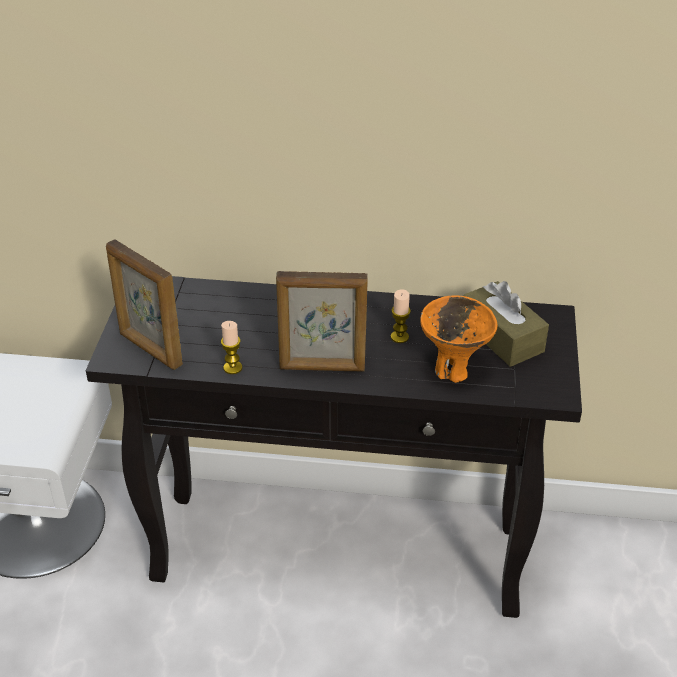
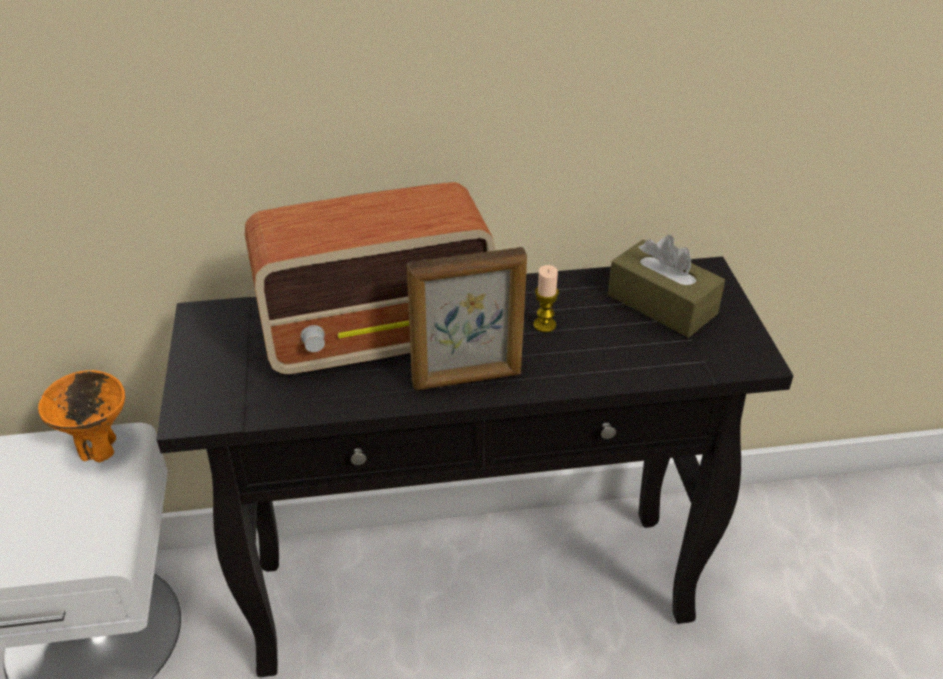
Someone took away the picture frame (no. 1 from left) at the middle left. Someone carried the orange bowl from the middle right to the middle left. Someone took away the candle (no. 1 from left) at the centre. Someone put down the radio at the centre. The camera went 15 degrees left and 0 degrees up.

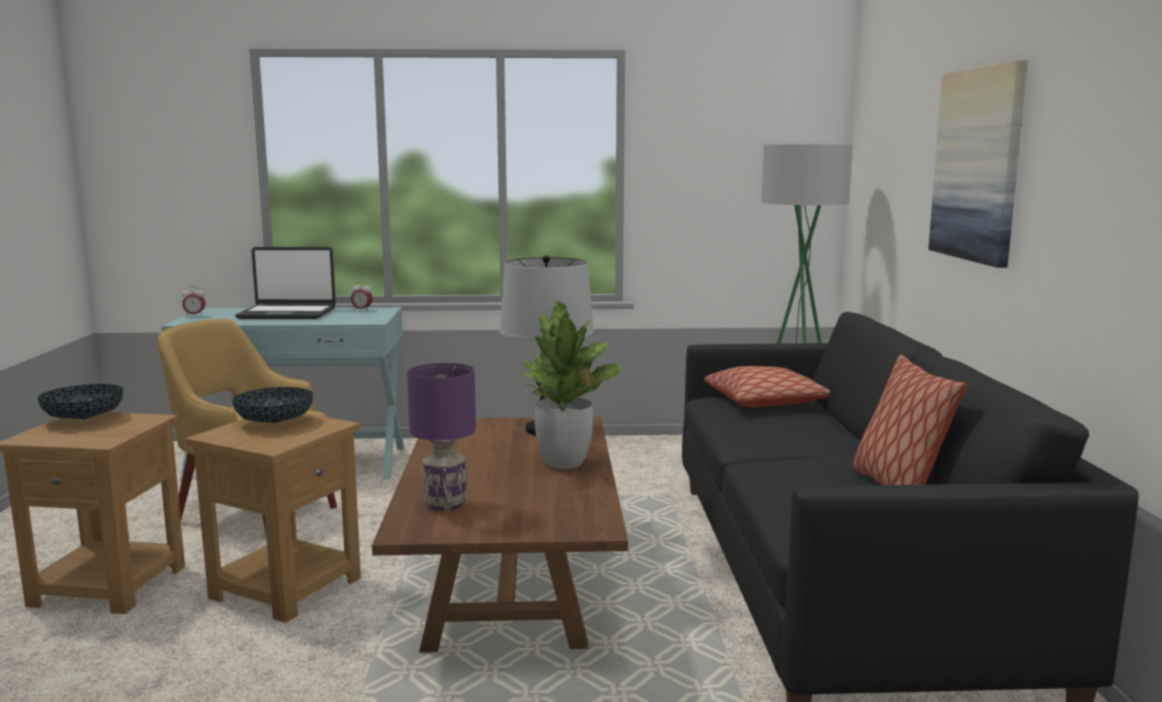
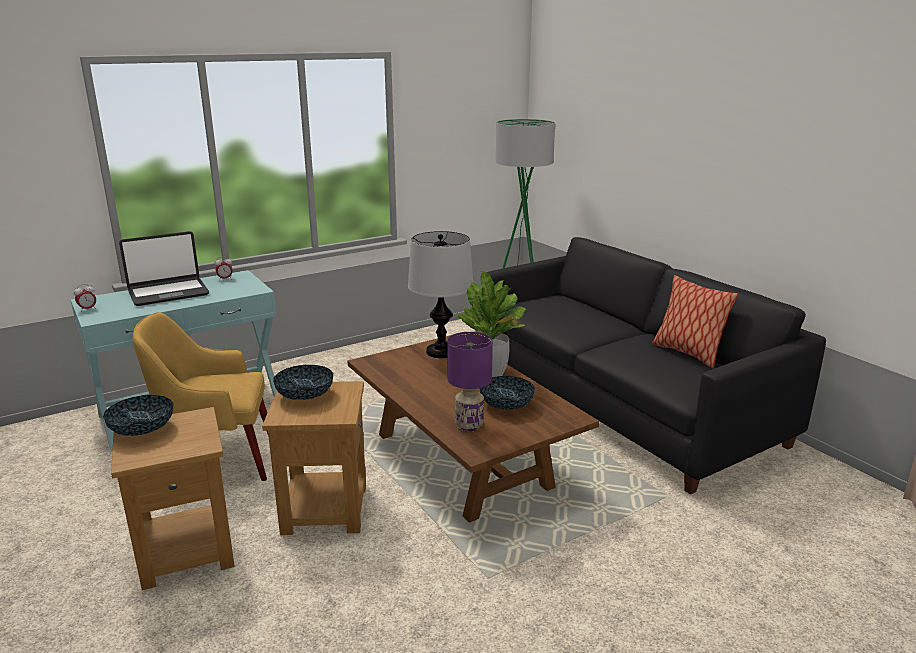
Someone took away the picture at the top right. Someone took away the pillow (no. 1 from left) at the centre. Someone put down the bowl (no. 3 from left) at the centre. The camera went 30 degrees left and 10 degrees up.

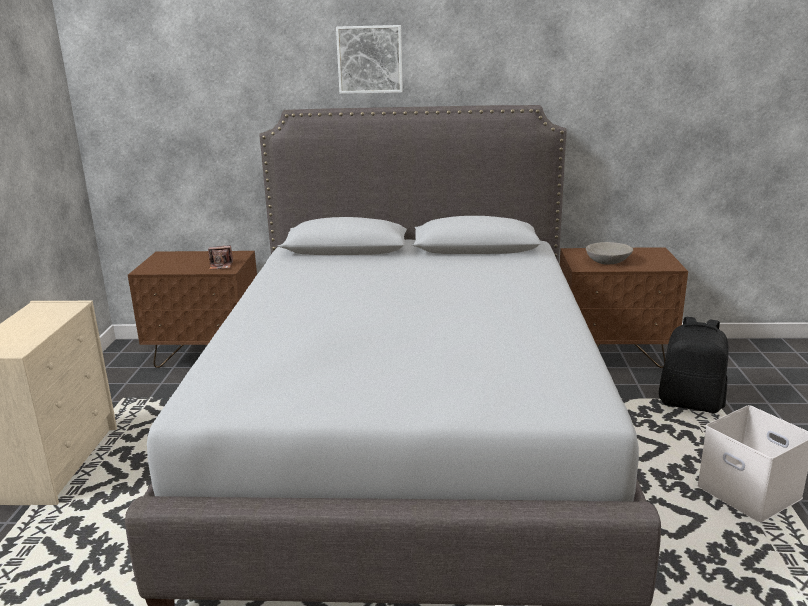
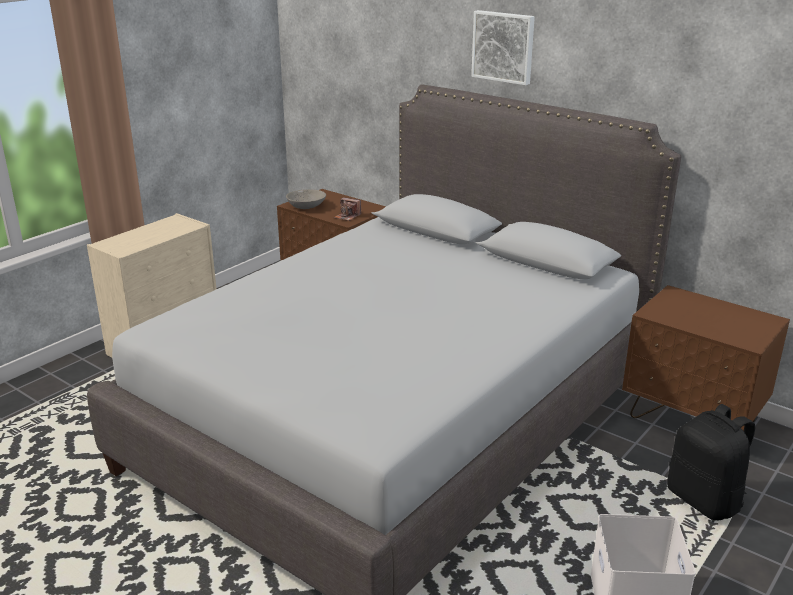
Someone carried the grey bowl from the middle right to the centre. The camera went 35 degrees right and 5 degrees up.

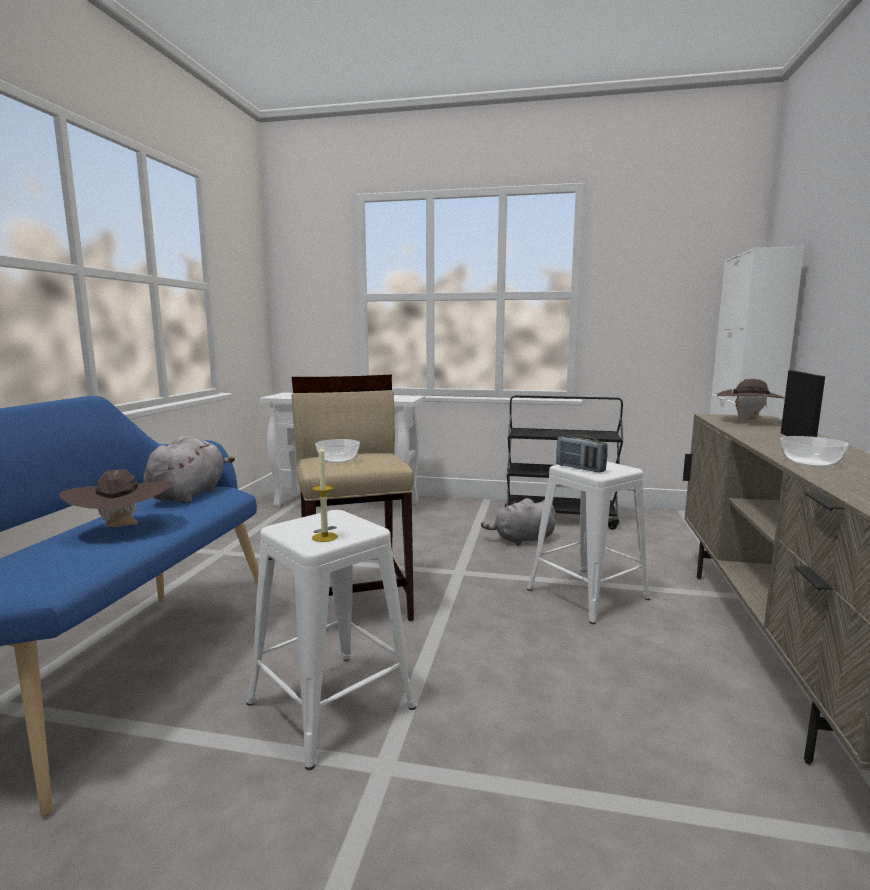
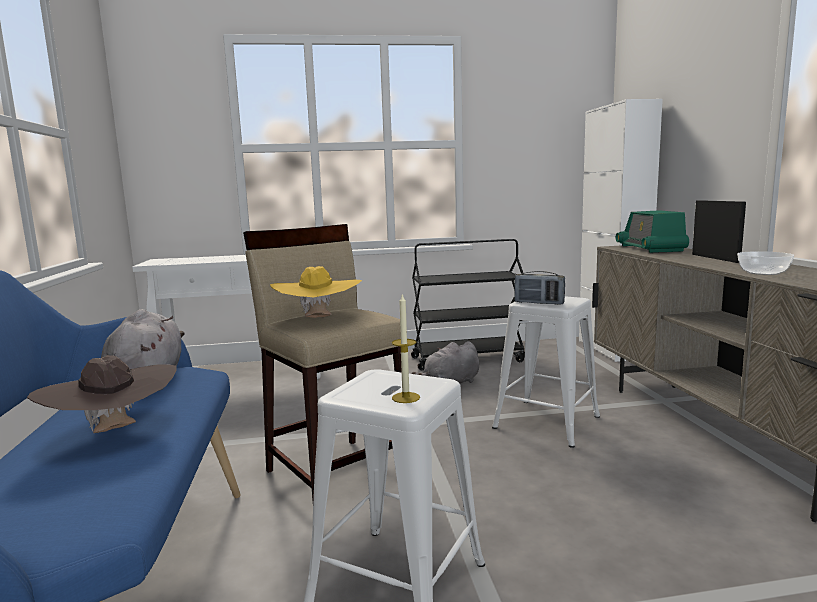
Someone swapped the brown hat (no. 2 from left) at the middle right for the radio (no. 2 from left) at the middle right. Someone swapped the bowl (no. 1 from left) at the centre for the yellow hat at the centre. The camera went 20 degrees left and 0 degrees up.

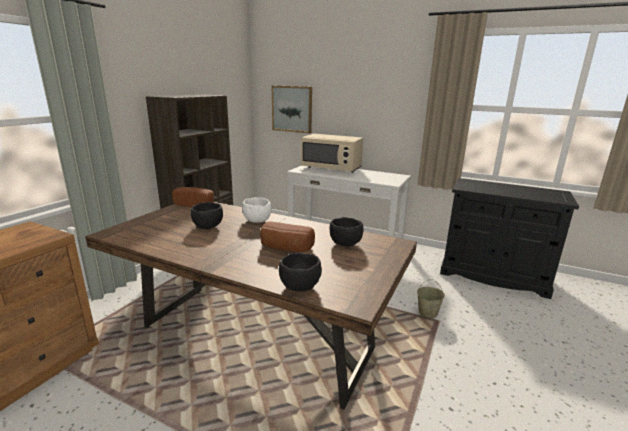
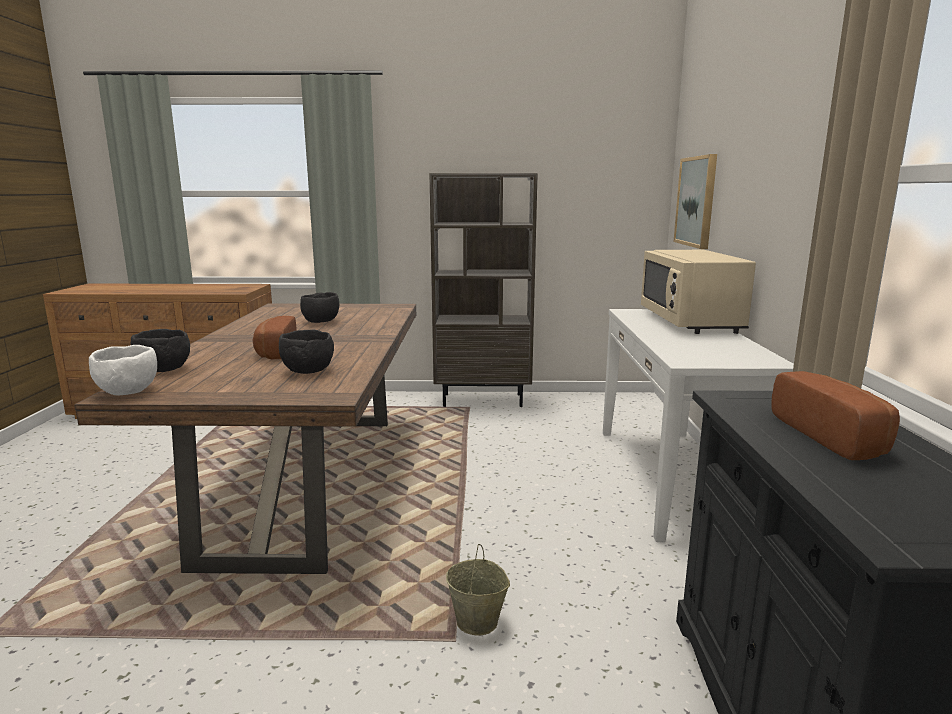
Someone carried the bread (no. 1 from left in the first image) from the middle left to the middle right. Someone carried the white bowl from the centre to the middle left. The camera went 65 degrees right and 5 degrees down.

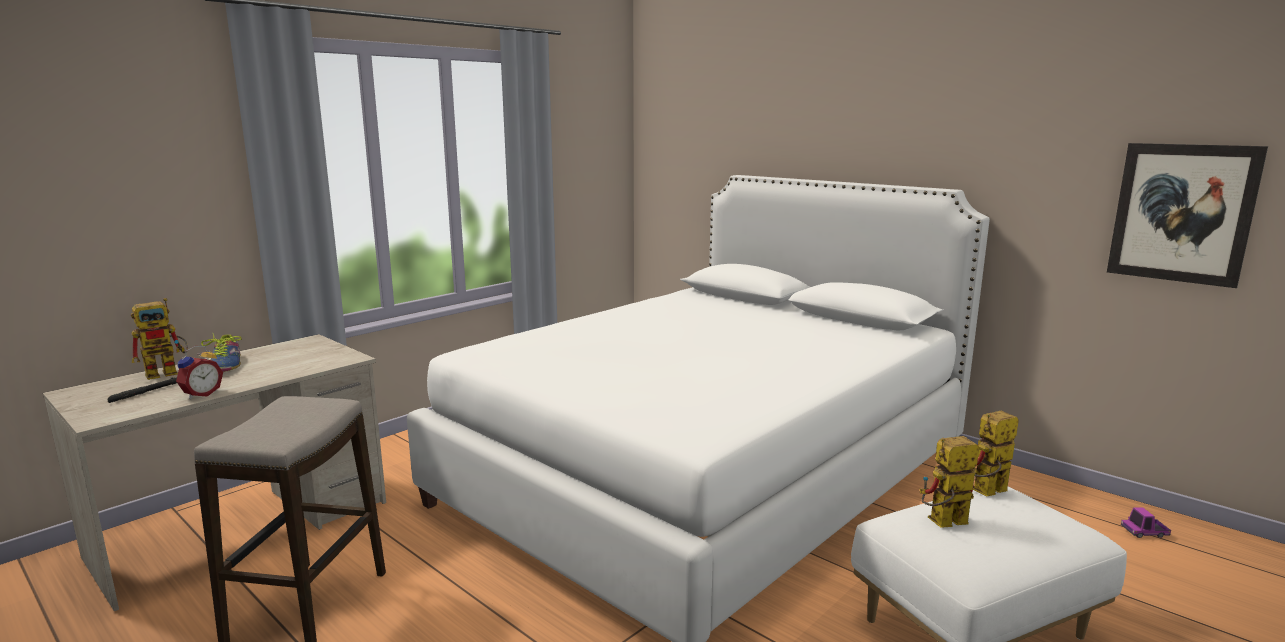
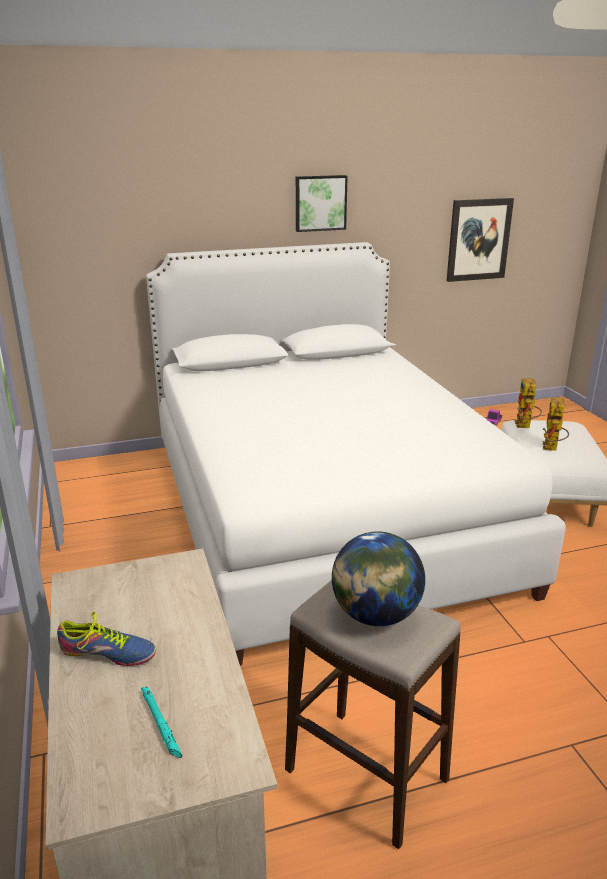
Someone took away the toy robot (no. 1 from left) at the middle left. Someone took away the alarm clock at the middle left. Someone repainted the black flashlight at the middle left, which became the turquoise flashlight at the bottom left. Someone put up the picture (no. 1 from left) at the top centre. Someone put down the globe at the centre. The camera went 60 degrees left and 10 degrees up.

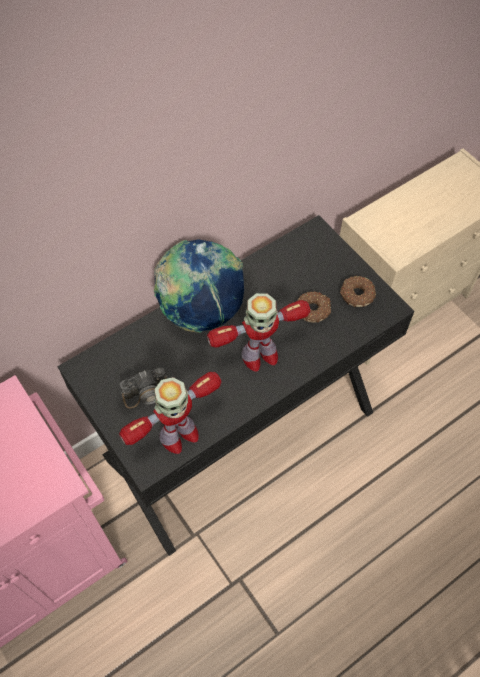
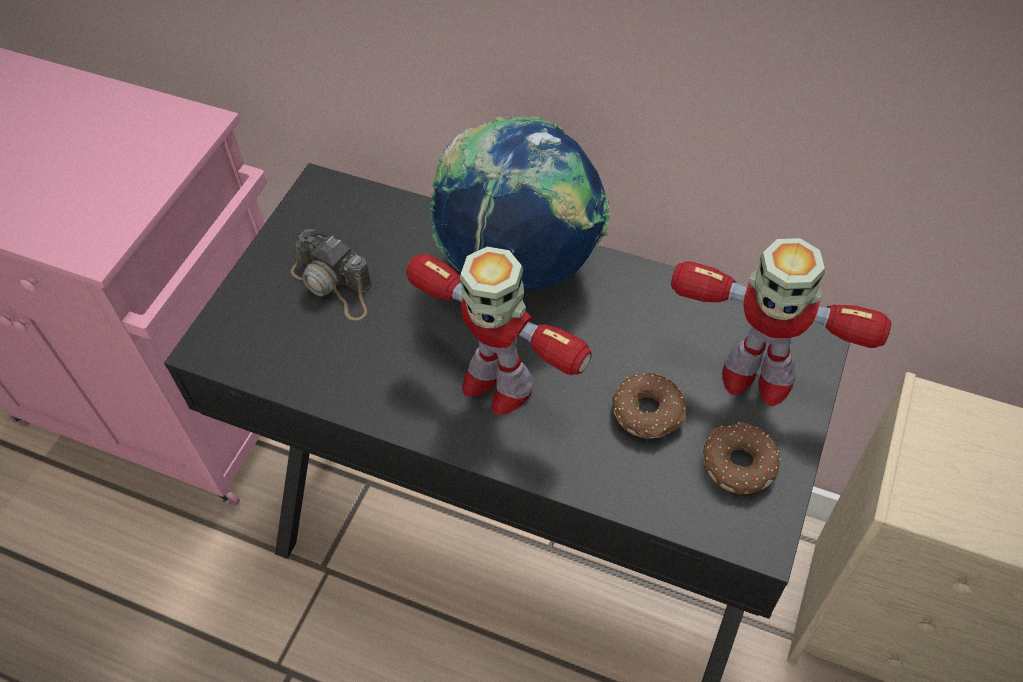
Someone carried the toy robot (no. 1 from left in the first image) from the centre to the middle right. The camera went 60 degrees right and 5 degrees down.

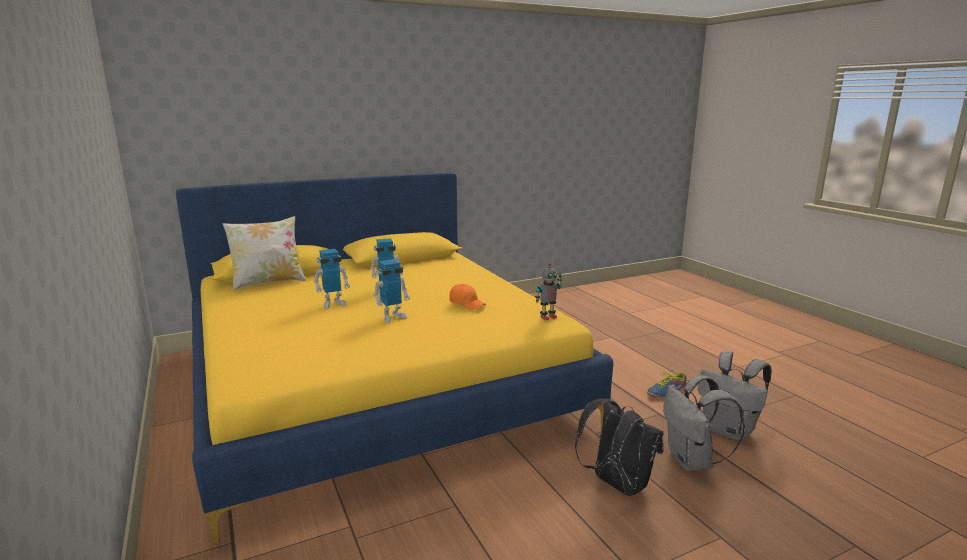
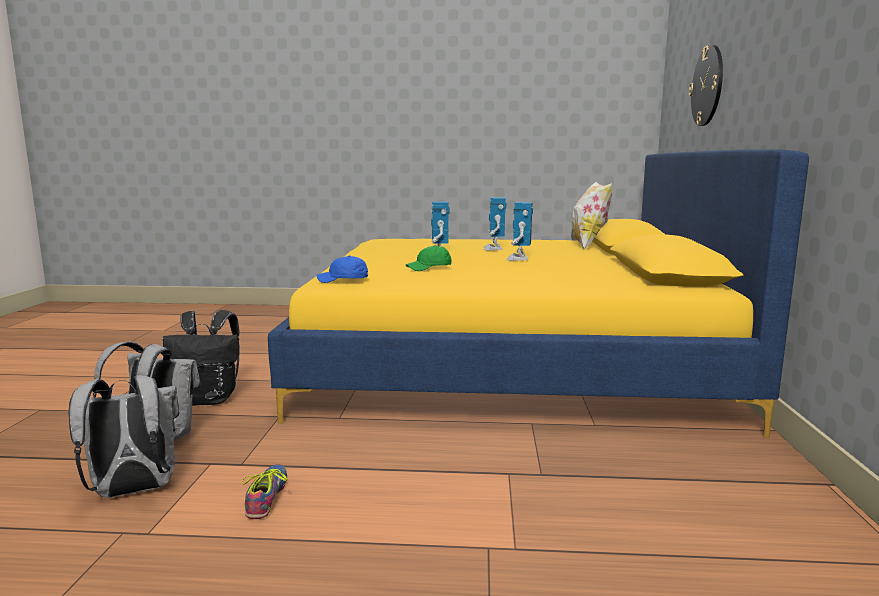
Someone swapped the toy robot (no. 4 from left) at the centre for the blue cap at the centre. Someone repainted the orange cap at the centre, which became the green cap at the centre. Someone put up the wall clock at the top right. The camera went 120 degrees right and 5 degrees down.

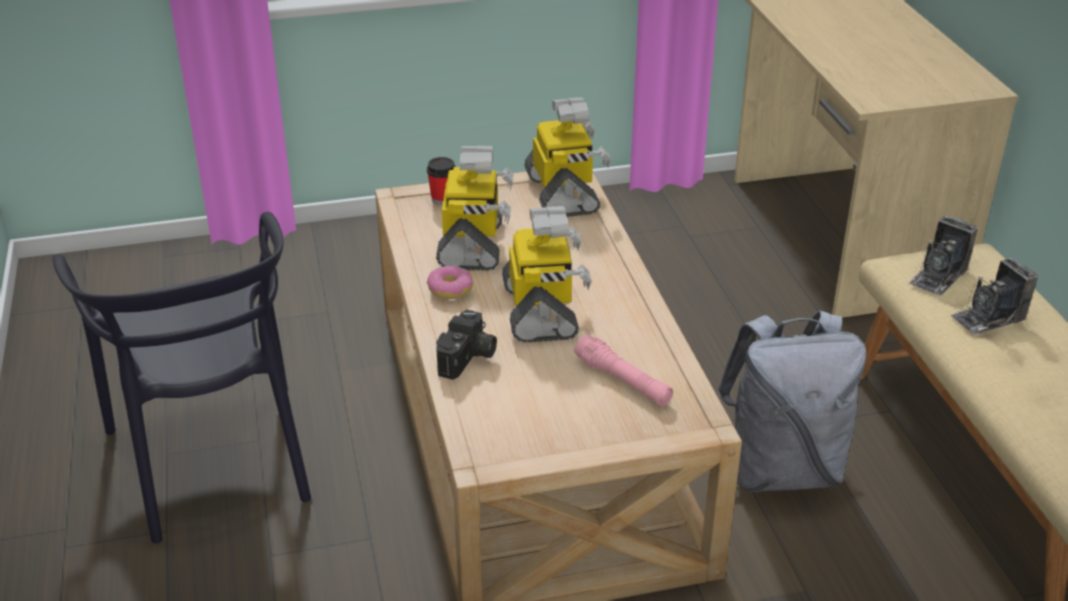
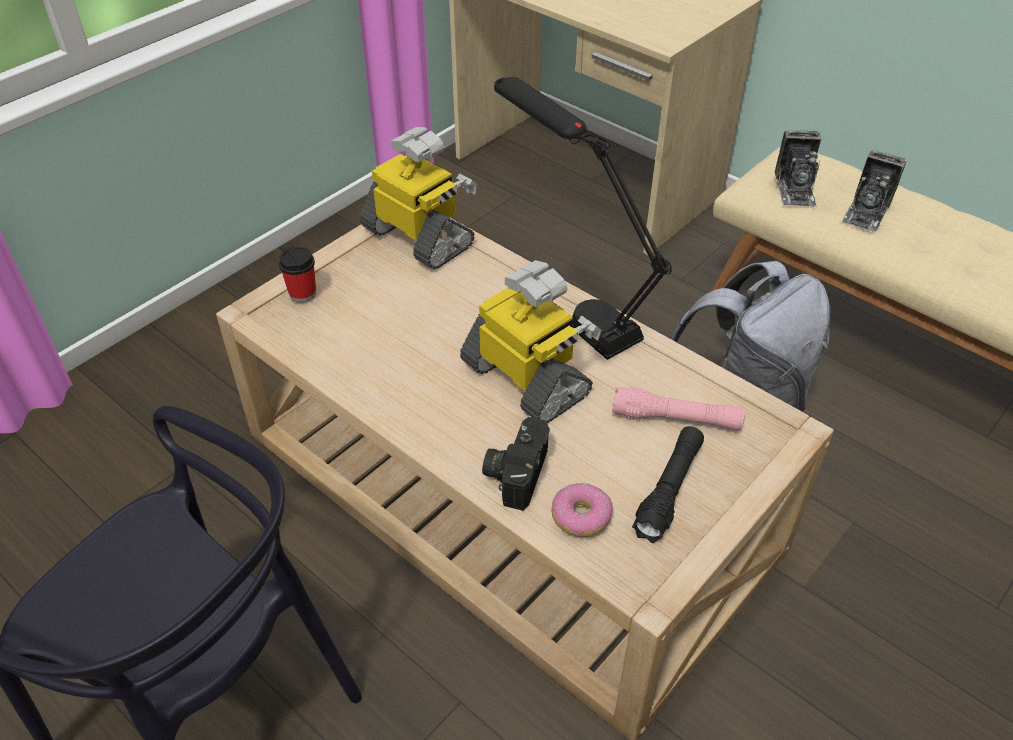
Someone took away the toy robot (no. 1 from left) at the centre. Someone carried the donut from the centre to the bottom centre. Someone rotated the photo camera (no. 1 from left) at the centre by 150 degrees counterclockwise. Someone put down the black table lamp at the top centre. Someone put down the black flashlight at the centre. The camera went 35 degrees left and 10 degrees up.

